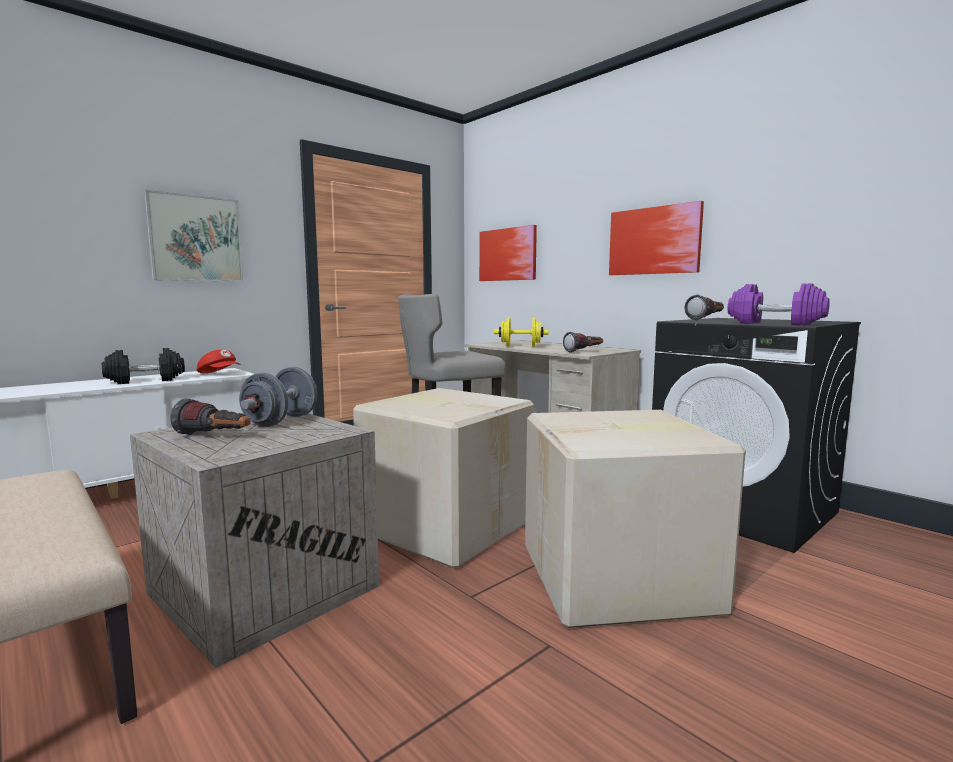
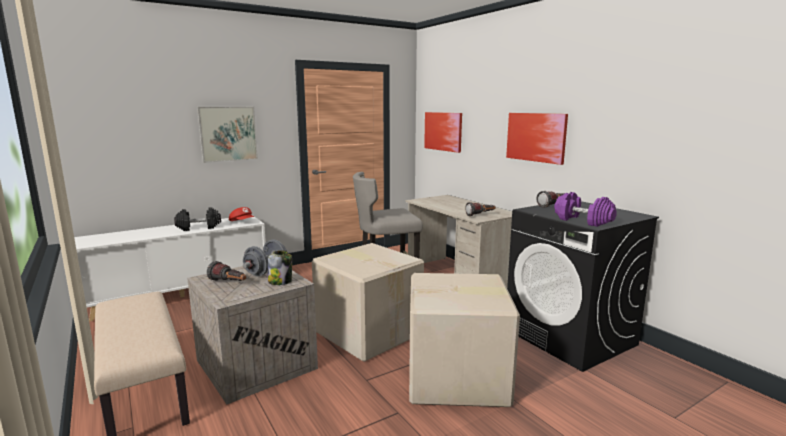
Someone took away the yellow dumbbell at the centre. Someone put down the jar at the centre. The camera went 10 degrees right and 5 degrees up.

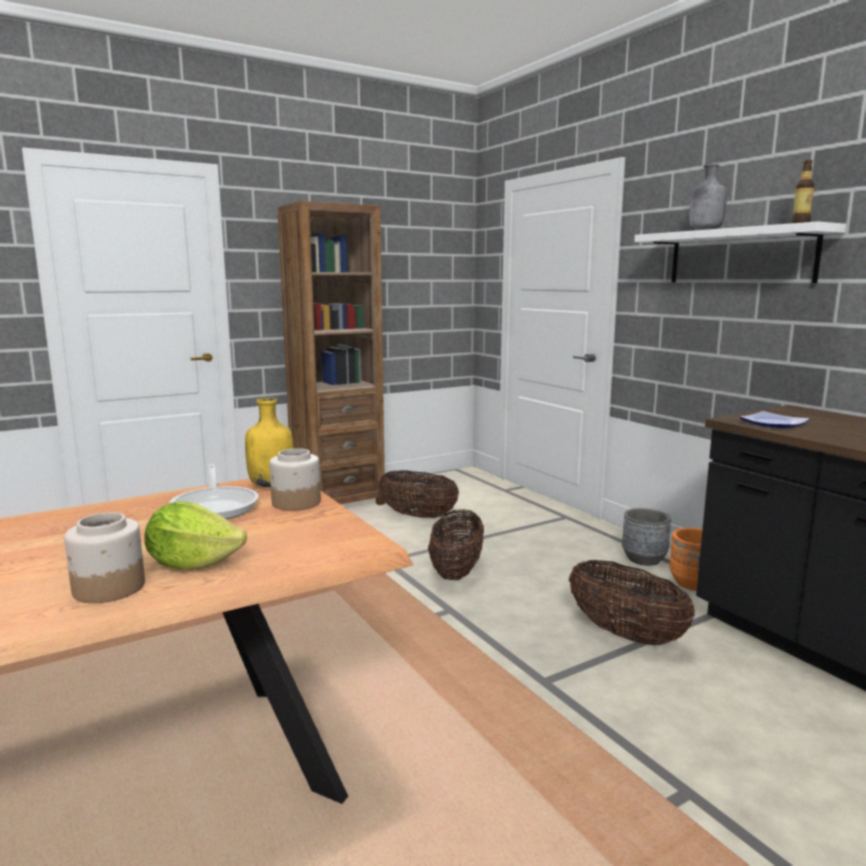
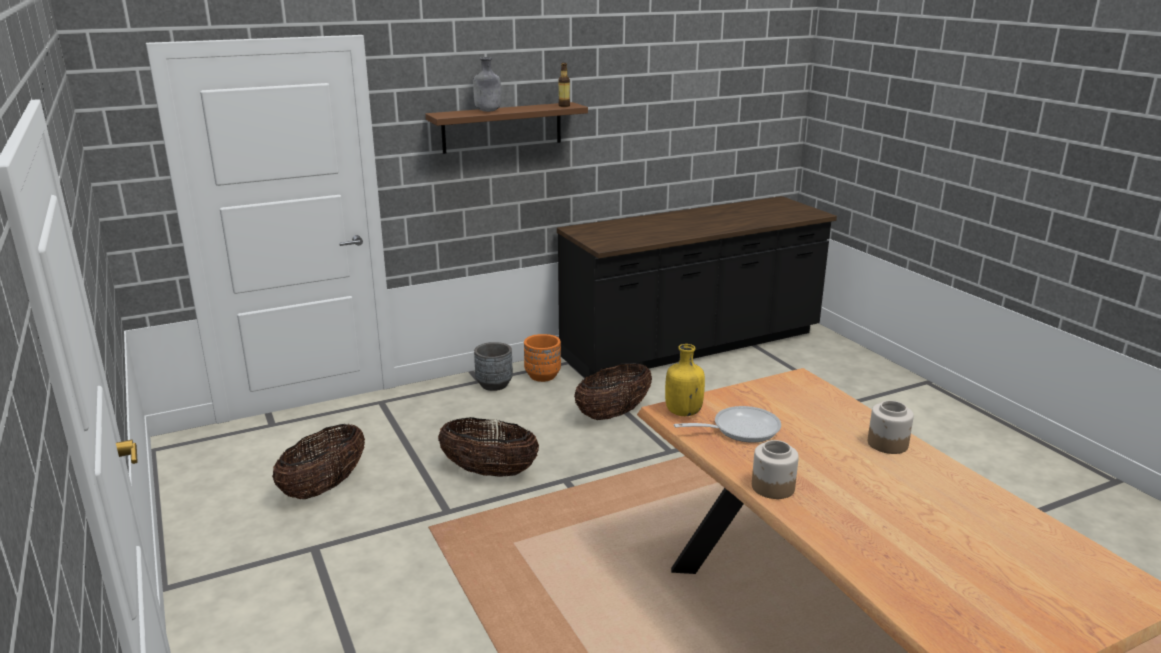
Someone took away the brown bookcase at the centre. Someone repainted the white shelf at the top right, which became the brown shelf at the top centre. Someone took away the plate at the middle right. Someone carried the jar (no. 2 from left in the first image) from the centre to the bottom right. Someone took away the lettuce at the middle left. The camera went 85 degrees left and 10 degrees up.

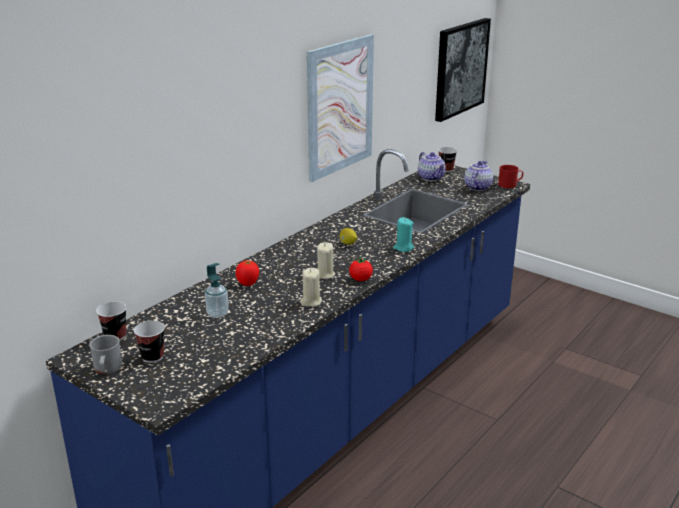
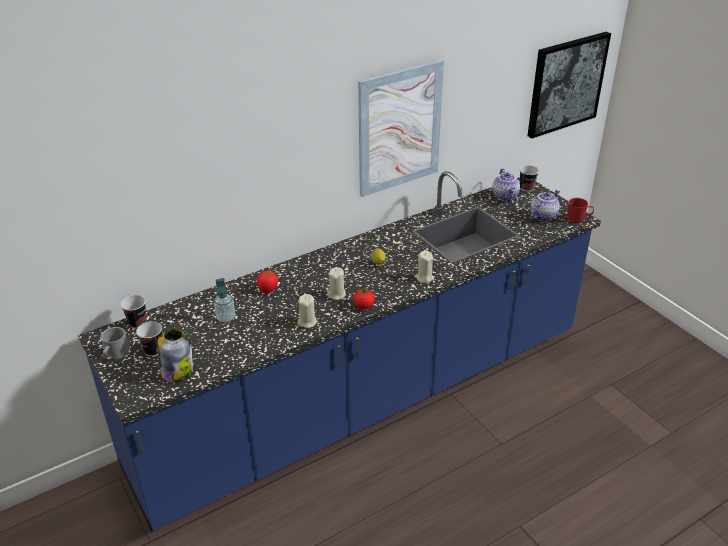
Someone repainted the turquoise candle at the centre, which became the beige candle (no. 3 from left) at the centre. Someone put down the jar at the middle left. The camera went 20 degrees right and 10 degrees up.

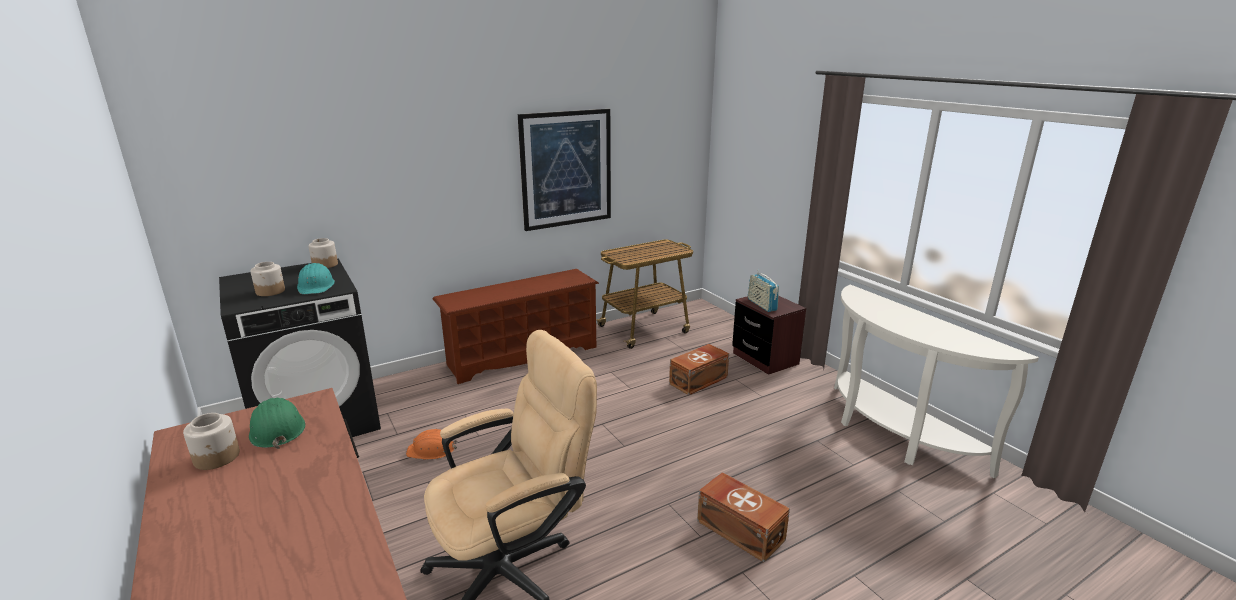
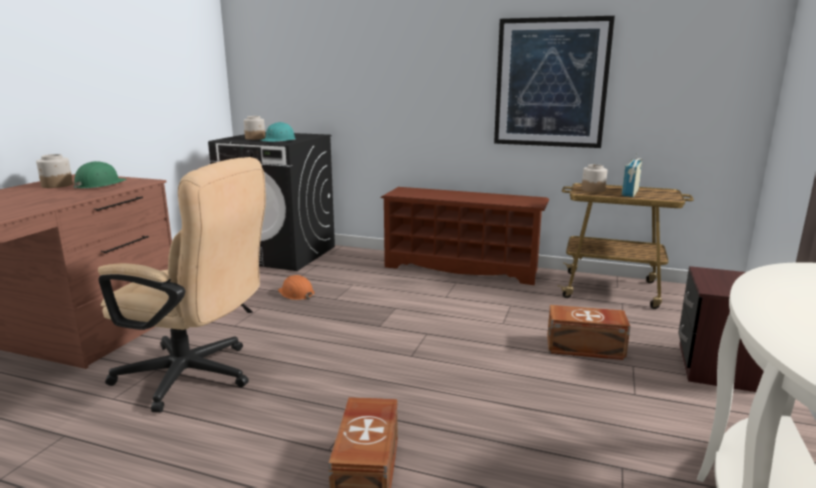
Someone carried the jar (no. 3 from left) from the middle left to the middle right. Someone carried the radio from the centre to the middle right. The camera went 50 degrees right and 5 degrees down.

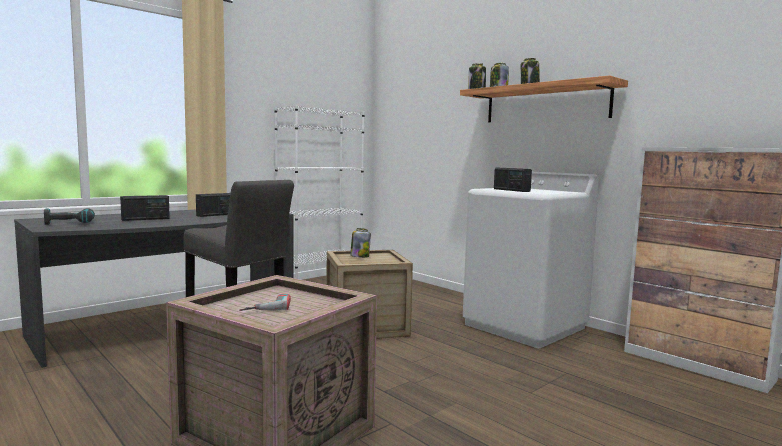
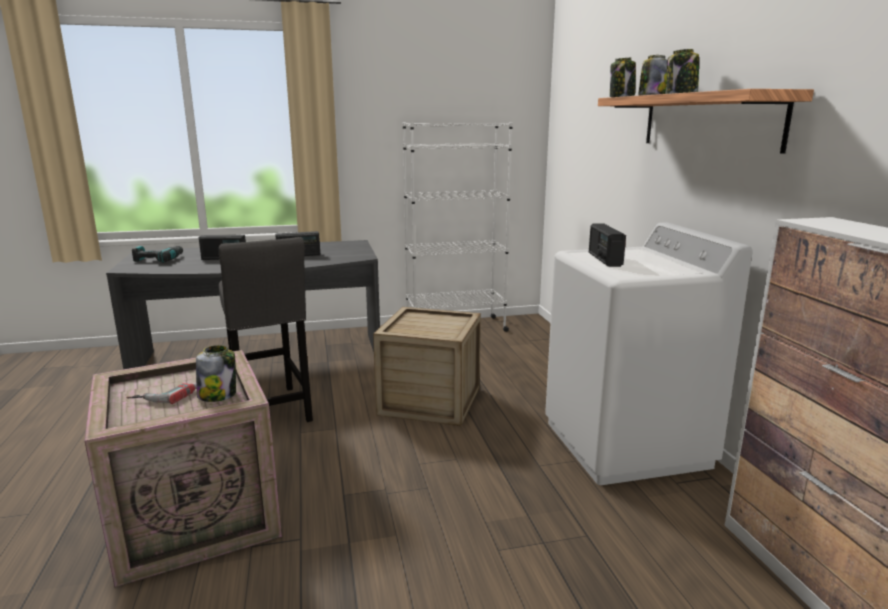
Someone carried the jar (no. 1 from left) from the centre to the middle left. The camera went 30 degrees right and 10 degrees up.

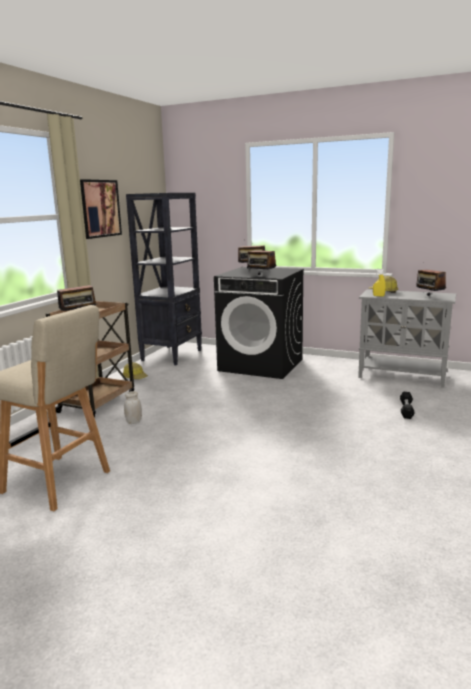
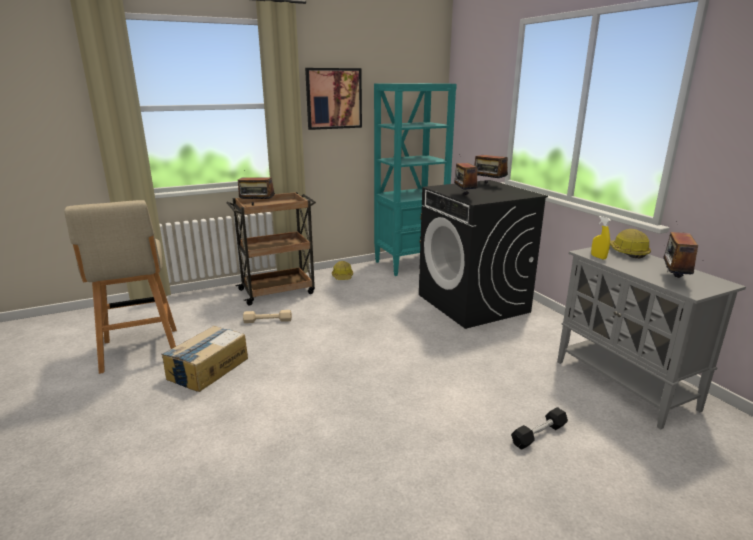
Someone repainted the black bookcase at the centre, which became the turquoise bookcase at the top centre. Someone swapped the white jar at the middle left for the beige dumbbell at the centre. Someone put down the cardboard box at the middle left. The camera went 40 degrees right and 5 degrees up.

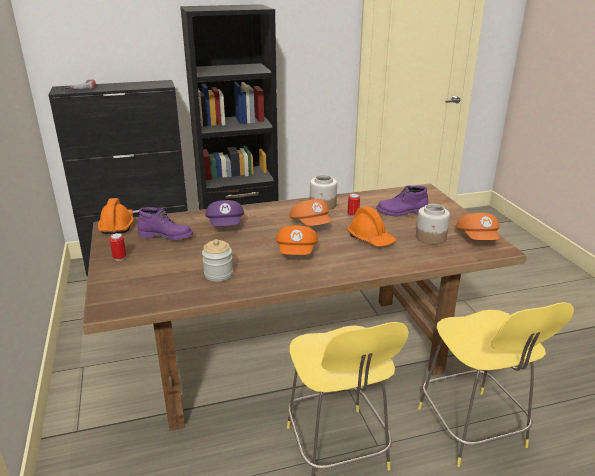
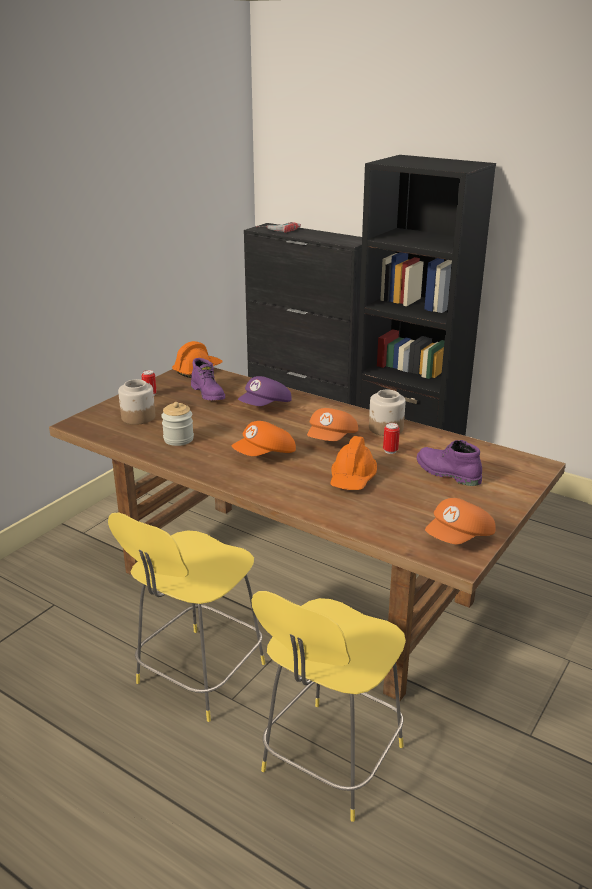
Someone carried the jar (no. 3 from left in the first image) from the middle right to the middle left. The camera went 50 degrees right and 0 degrees up.

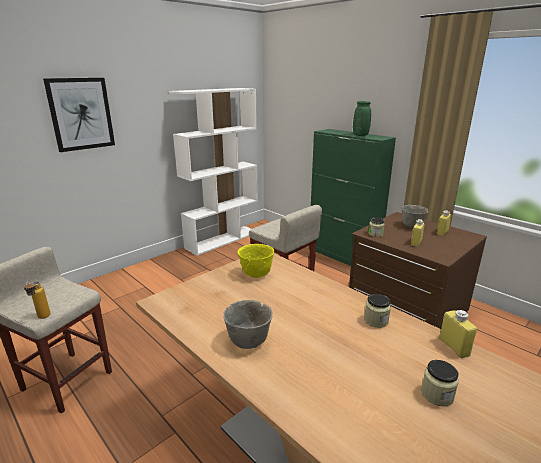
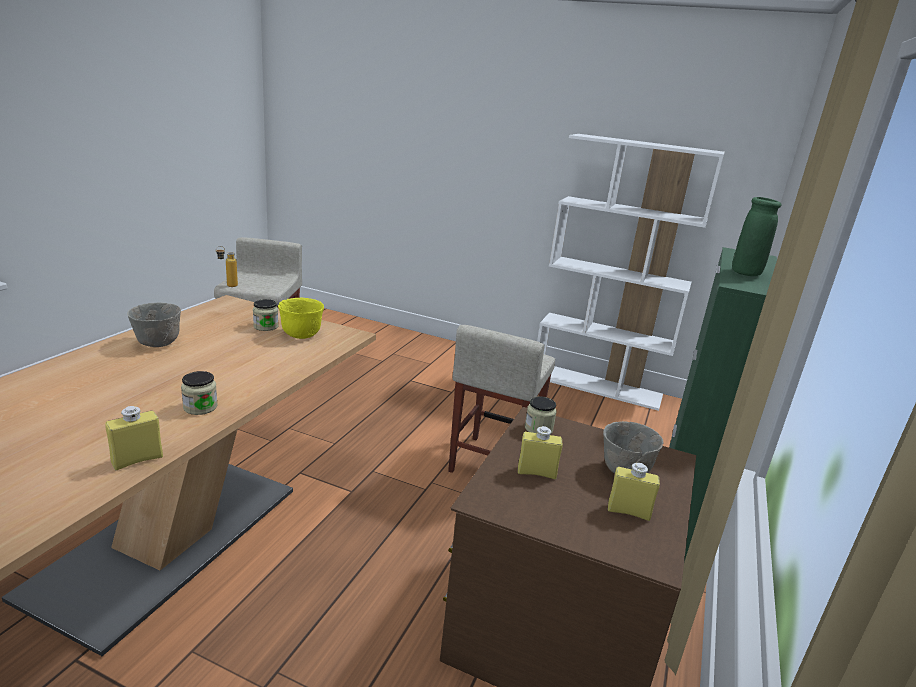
Someone took away the picture at the top left. Someone carried the jar (no. 3 from left in the first image) from the bottom right to the middle left. The camera went 65 degrees right and 0 degrees up.

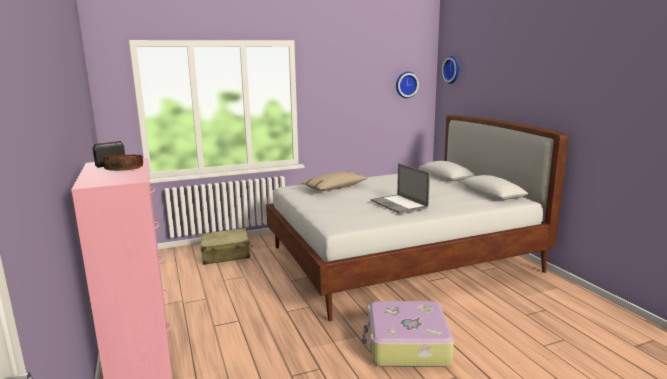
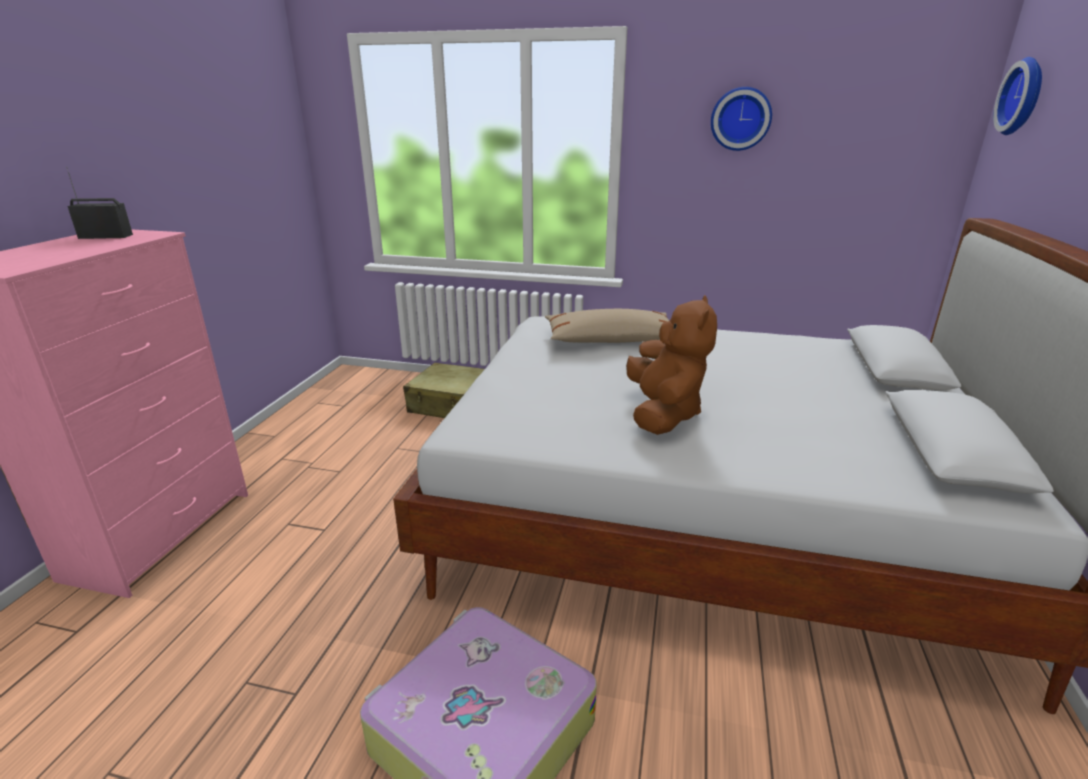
Someone carried the wall clock (no. 1 from left) from the top centre to the top right. Someone took away the bowl at the middle left. Someone swapped the laptop at the centre for the brown plush toy at the centre. The camera went 35 degrees right and 10 degrees up.

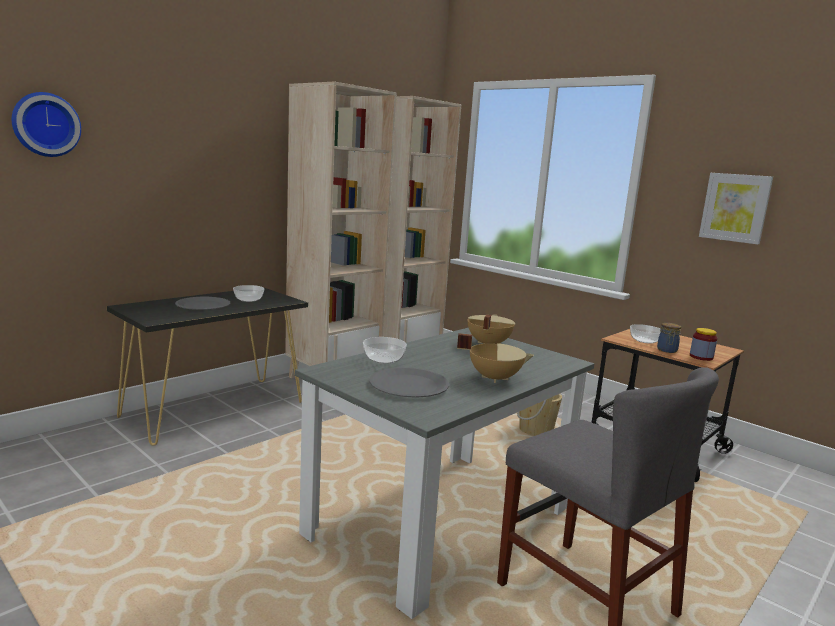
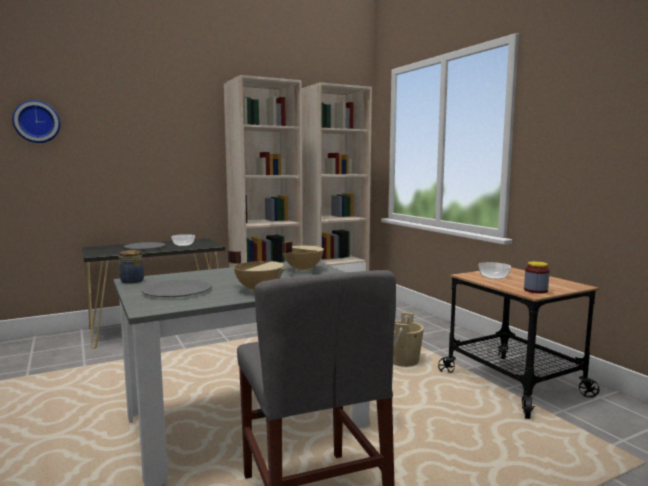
Someone took away the picture at the top right. Someone carried the jar (no. 1 from left) from the middle right to the middle left. Someone took away the bowl (no. 2 from left) at the centre. The camera went 20 degrees right and 5 degrees down.

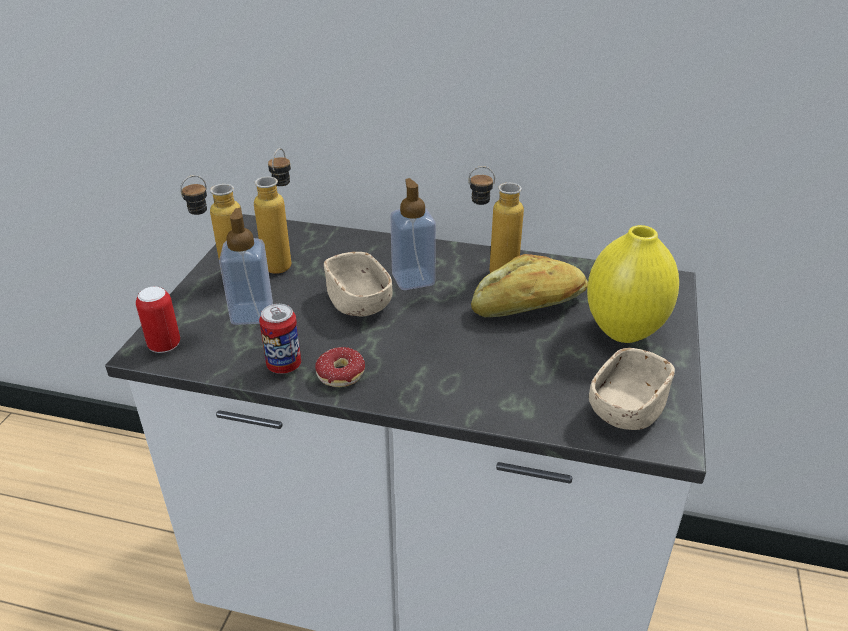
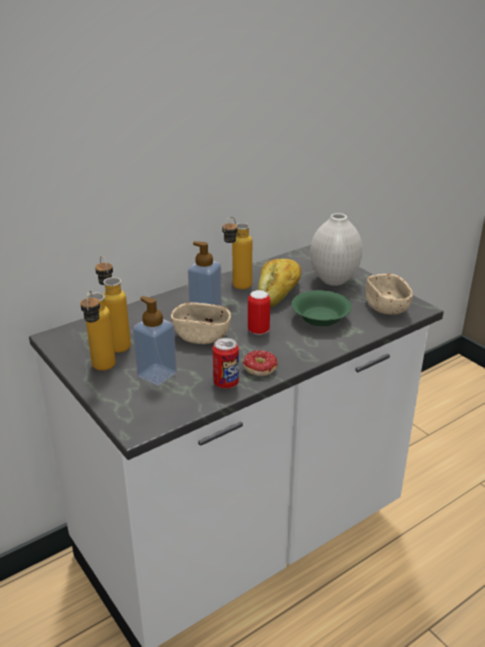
Someone repainted the yellow vase at the middle right, which became the white vase at the middle right. Someone carried the can (no. 1 from left in the first image) from the middle left to the centre. Someone put down the green bowl at the centre. The camera went 50 degrees left and 5 degrees down.

